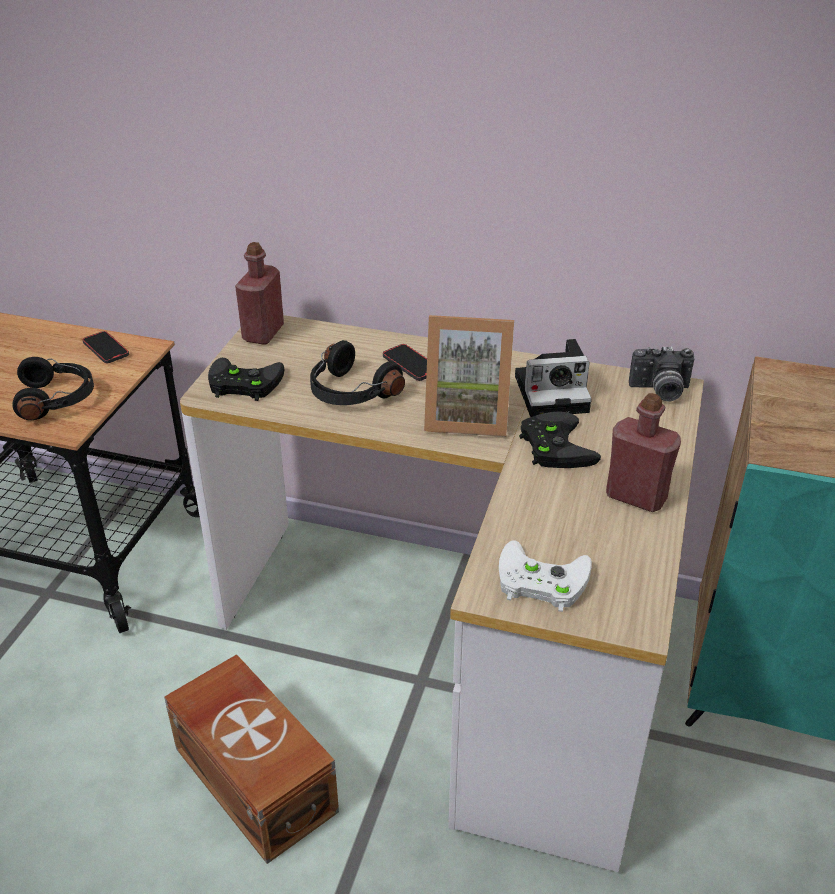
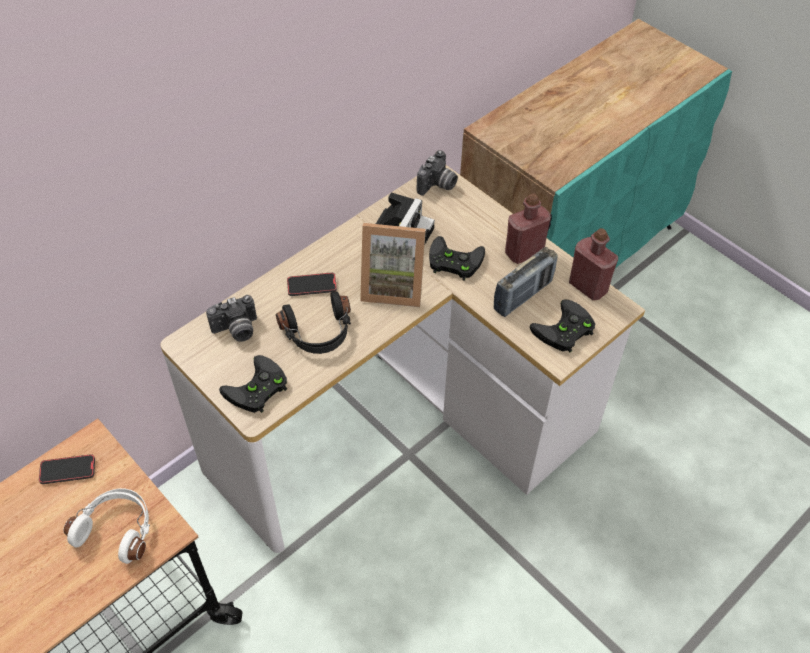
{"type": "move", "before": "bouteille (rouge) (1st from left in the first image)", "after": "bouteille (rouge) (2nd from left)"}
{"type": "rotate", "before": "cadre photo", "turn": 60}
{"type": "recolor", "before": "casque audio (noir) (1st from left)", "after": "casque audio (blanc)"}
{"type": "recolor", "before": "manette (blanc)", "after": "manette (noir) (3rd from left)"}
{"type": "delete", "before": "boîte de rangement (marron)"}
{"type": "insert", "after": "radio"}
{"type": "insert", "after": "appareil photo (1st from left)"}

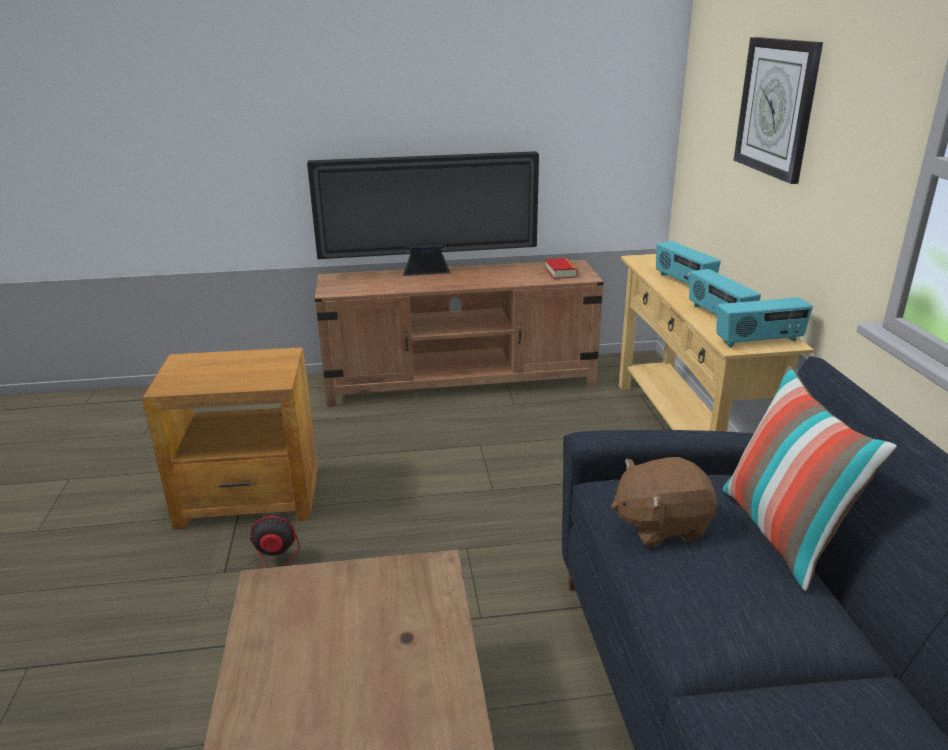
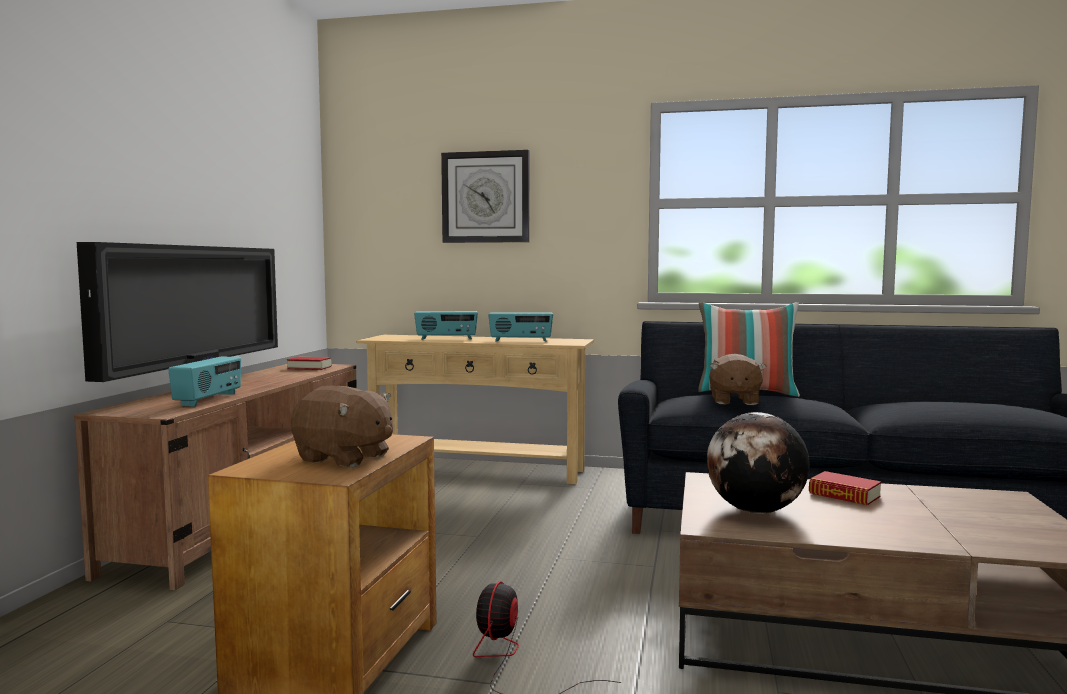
{"type": "move", "before": "radio (3rd from left in the first image)", "after": "radio (1st from left)"}
{"type": "insert", "after": "peluche (marron) (1st from left)"}
{"type": "insert", "after": "globe"}
{"type": "insert", "after": "livre (2nd from left)"}

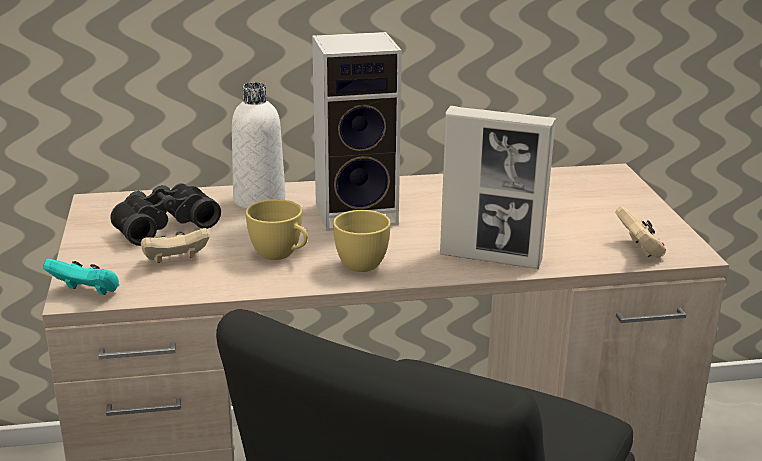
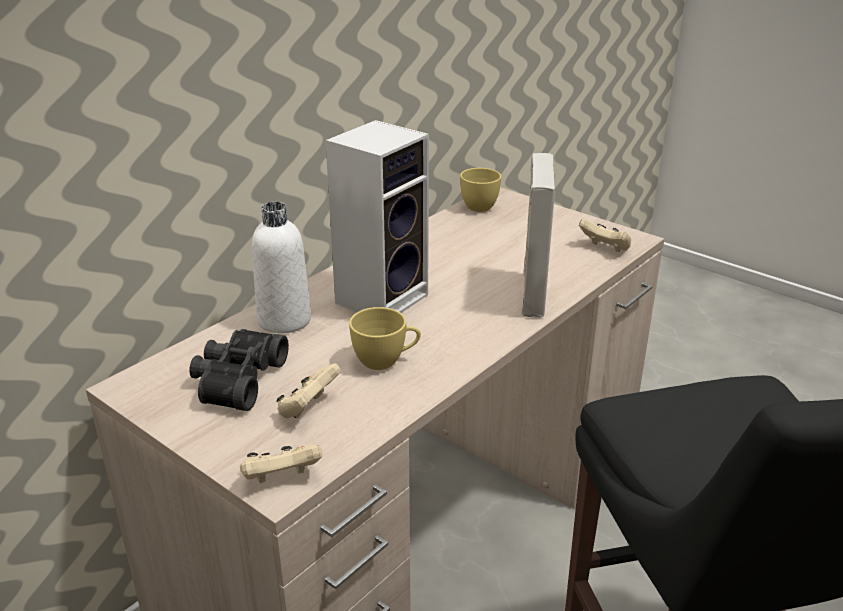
{"type": "rotate", "before": "cadre photo", "turn": -60}
{"type": "move", "before": "tasse (jaune) (2nd from left)"}
{"type": "recolor", "before": "manette (turquoise)", "after": "manette (beige) (1st from left)"}

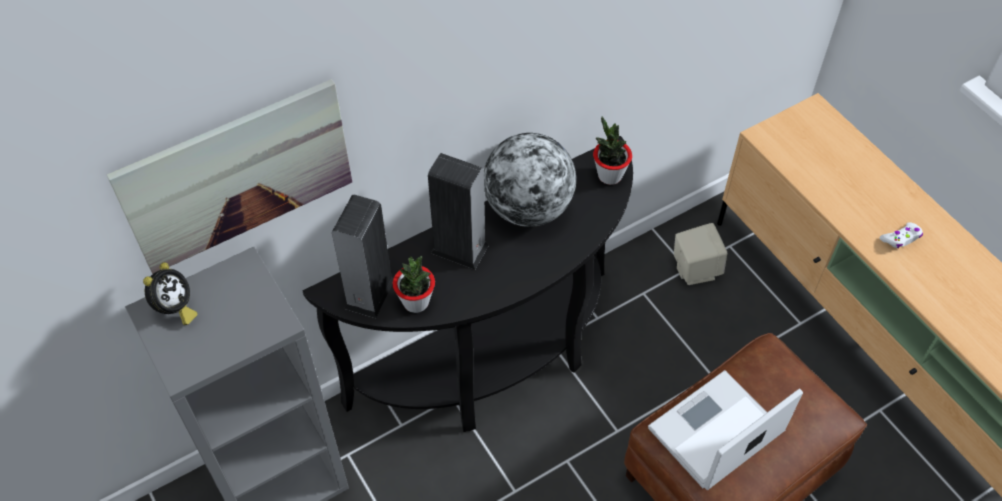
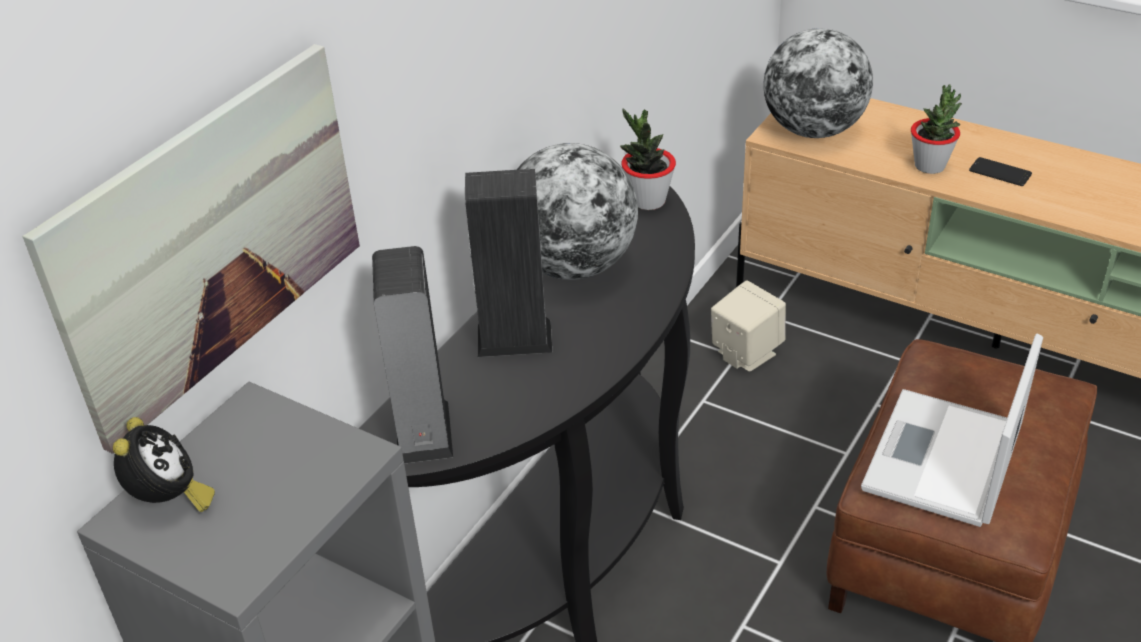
{"type": "replace", "before": "manette (blanc)", "after": "téléphone"}
{"type": "move", "before": "plante en pot (1st from left in the first image)", "after": "plante en pot (2nd from left)"}
{"type": "insert", "after": "globe (2nd from left)"}

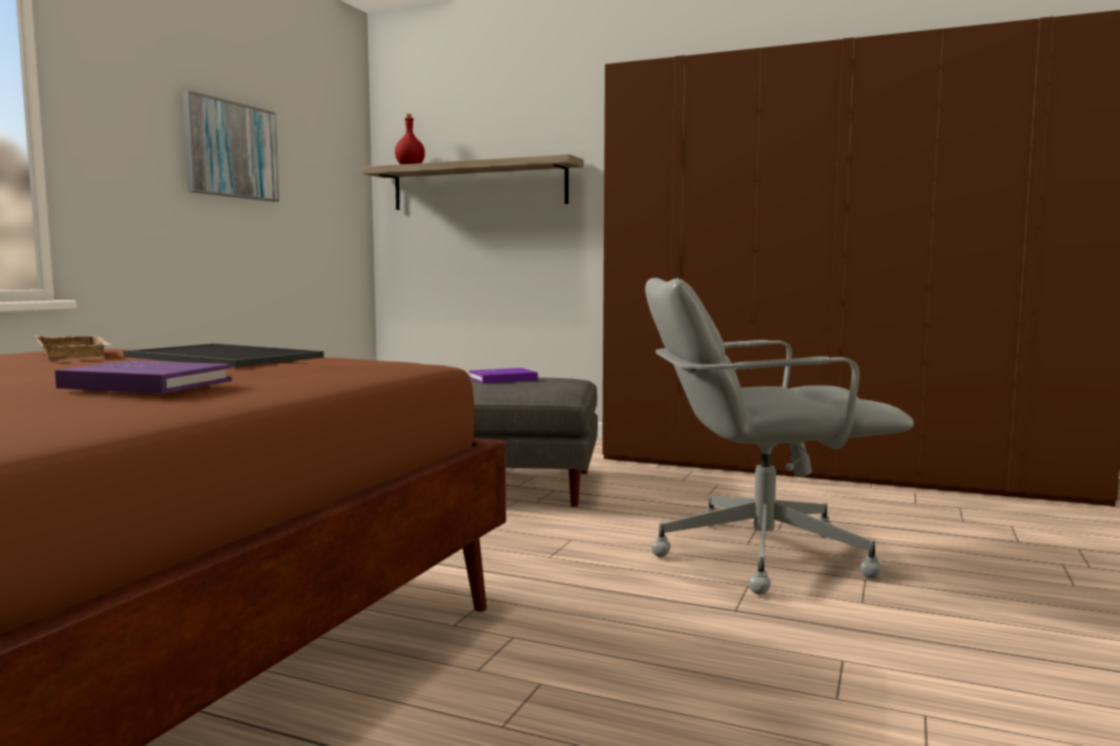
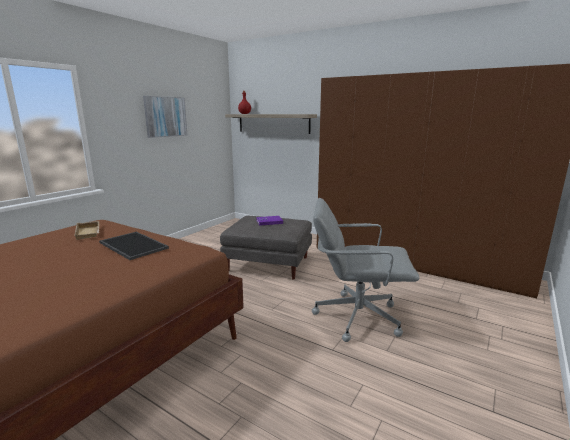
{"type": "delete", "before": "livre (violet) (1st from left)"}

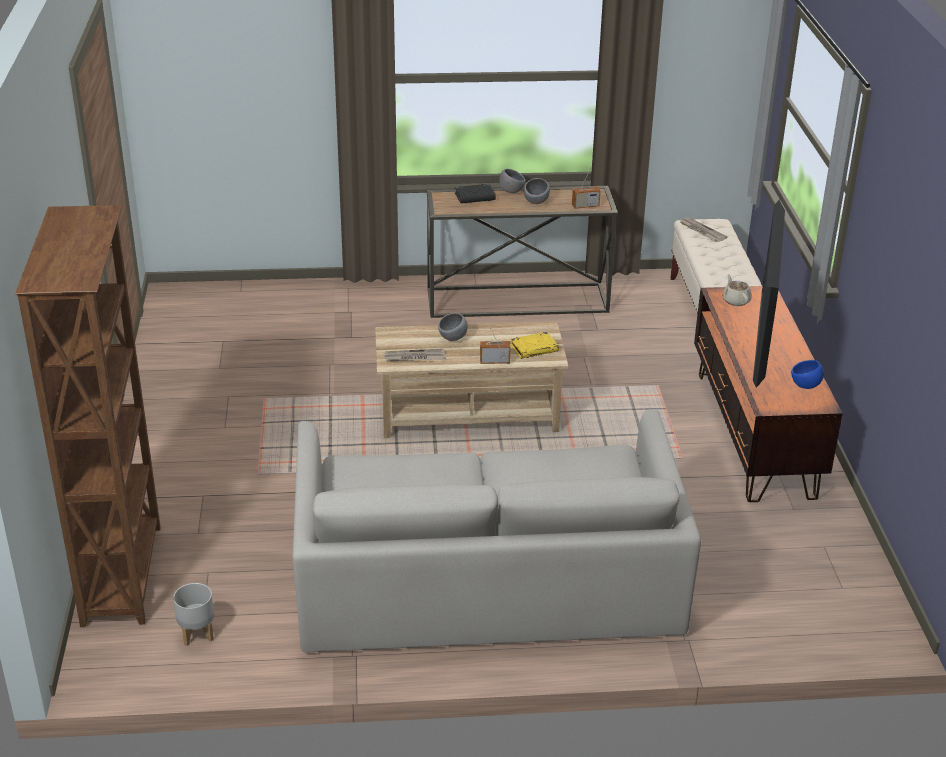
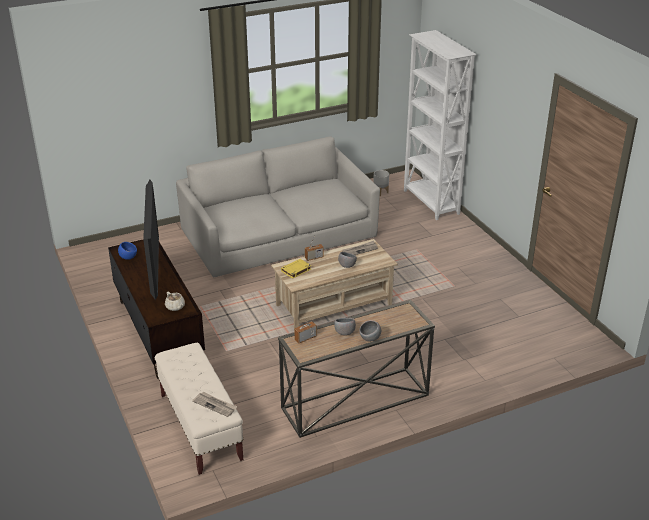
{"type": "delete", "before": "livre (noir)"}
{"type": "recolor", "before": "bibliothèque (marron)", "after": "bibliothèque (blanc)"}

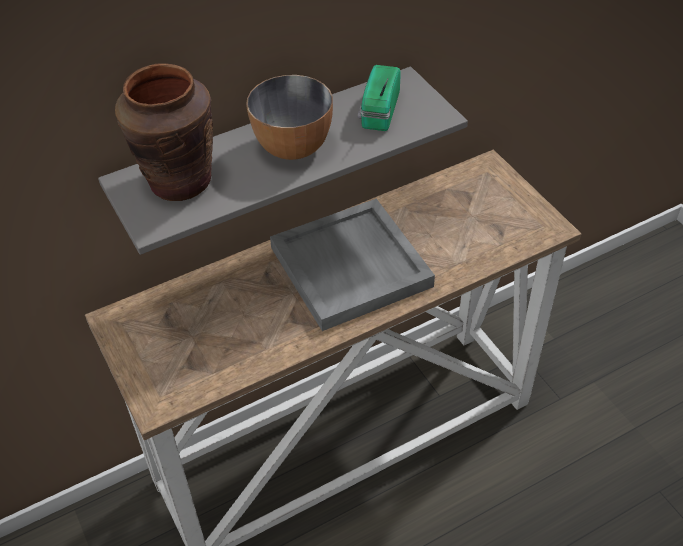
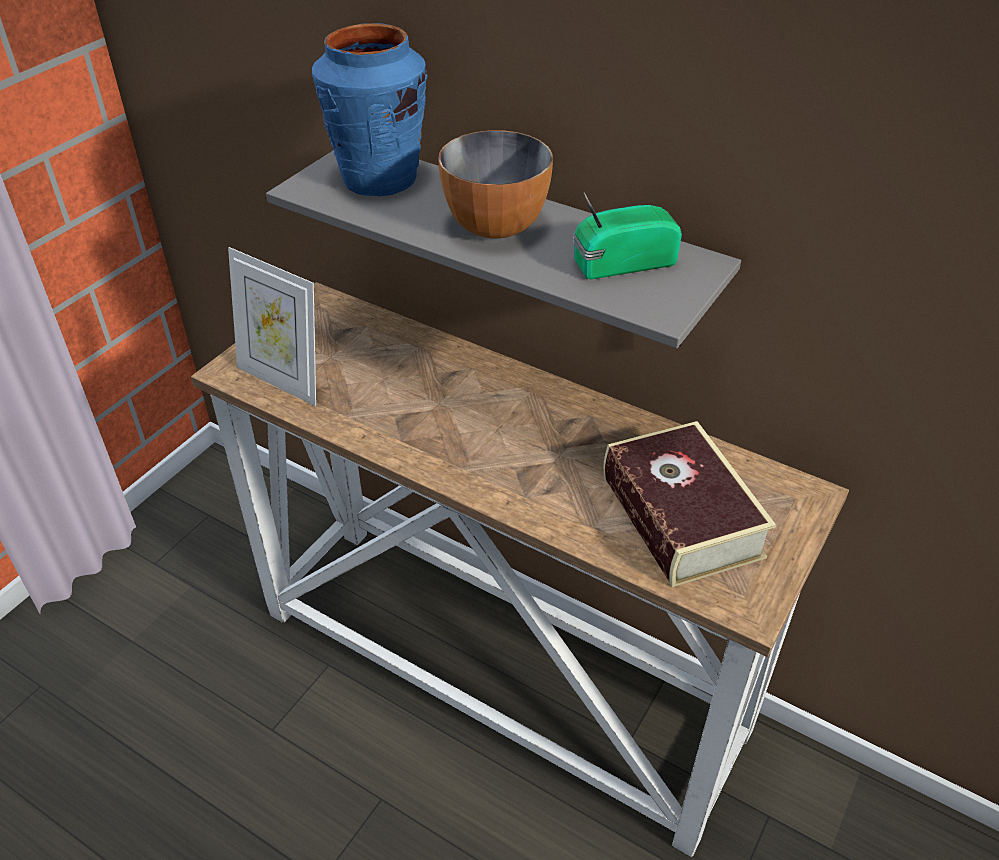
{"type": "recolor", "before": "vase (marron)", "after": "vase (bleu)"}
{"type": "delete", "before": "plateau (gris)"}
{"type": "insert", "after": "cadre photo"}
{"type": "insert", "after": "livre"}

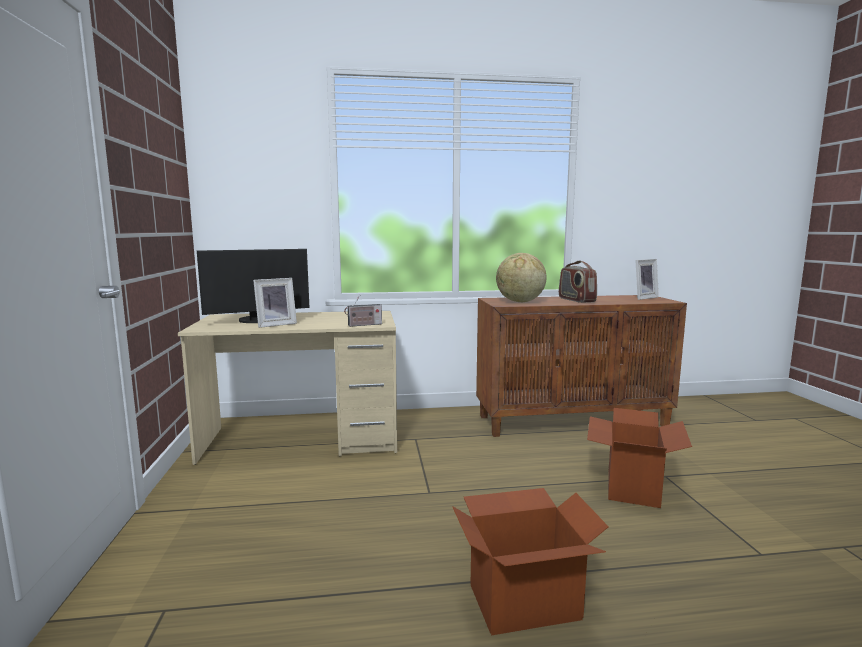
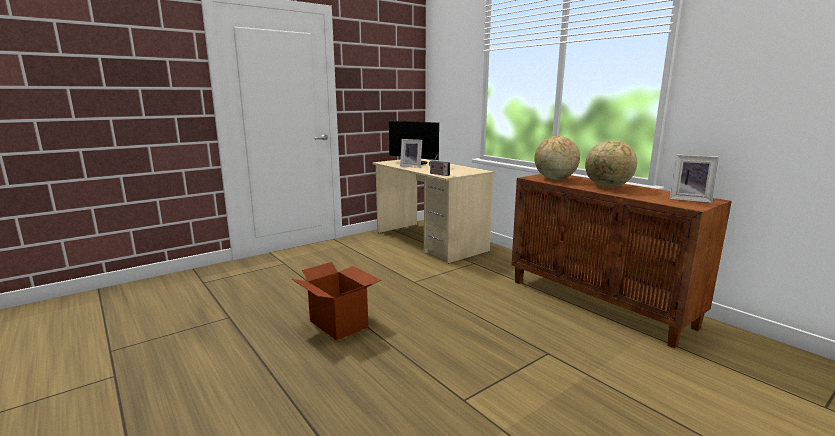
{"type": "replace", "before": "radio (2nd from left)", "after": "globe (2nd from left)"}
{"type": "delete", "before": "carton (2nd from left)"}

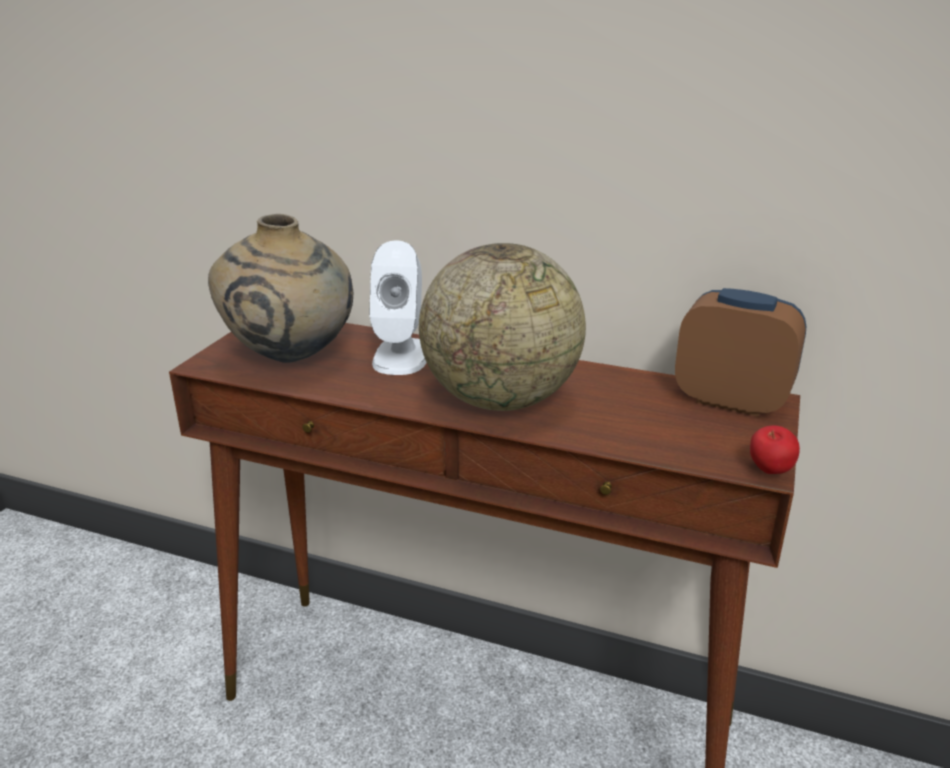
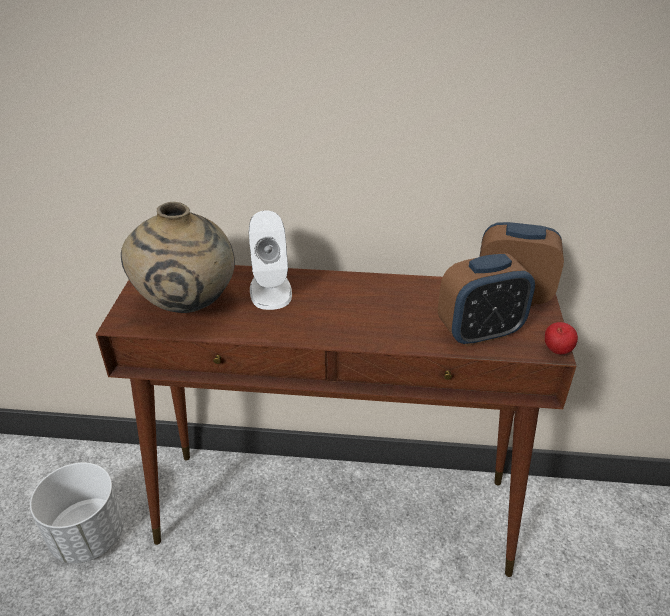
{"type": "delete", "before": "globe"}
{"type": "insert", "after": "réveil (1st from left)"}
{"type": "insert", "after": "cache-pot (blanc)"}

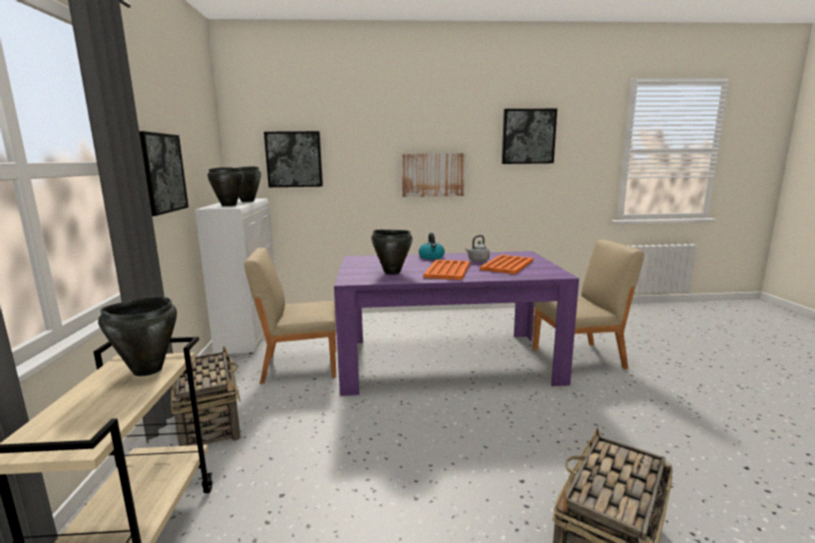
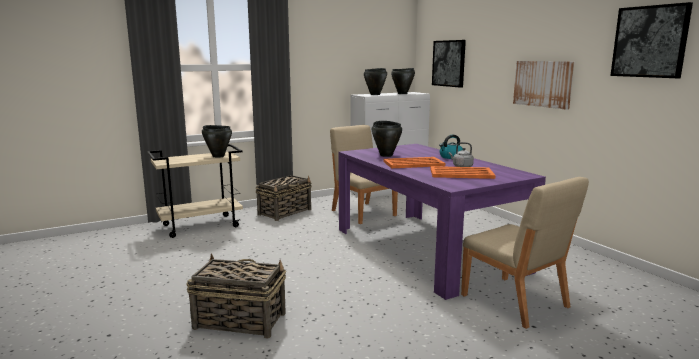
{"type": "delete", "before": "tableau (1st from left)"}

